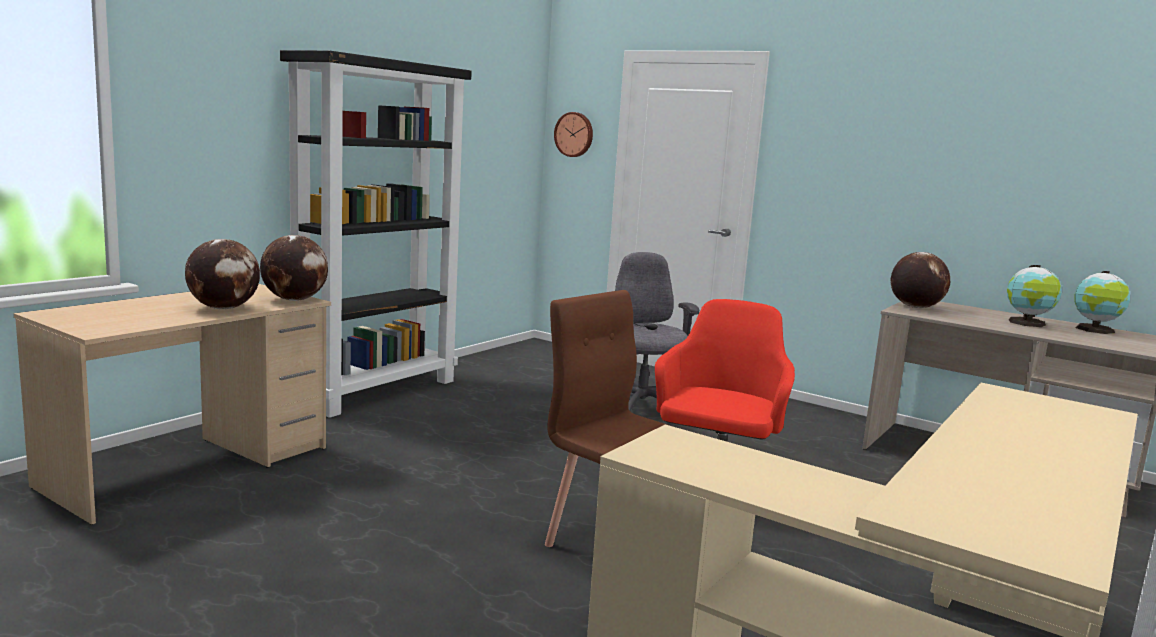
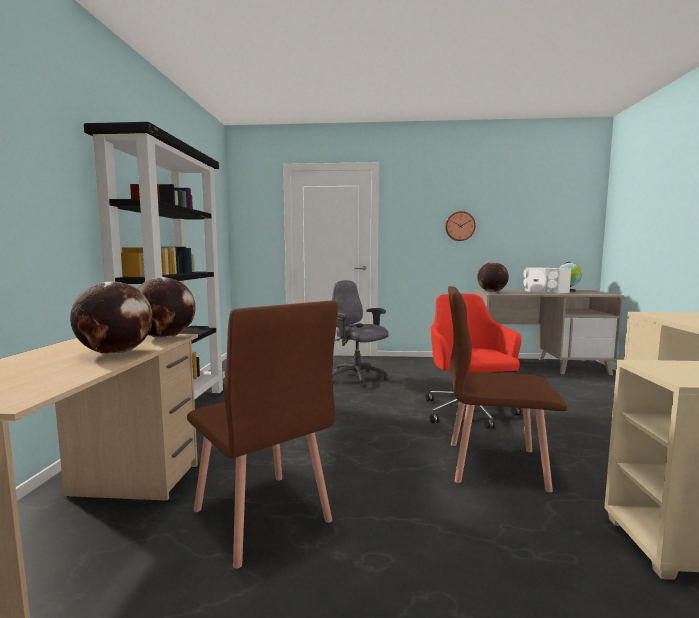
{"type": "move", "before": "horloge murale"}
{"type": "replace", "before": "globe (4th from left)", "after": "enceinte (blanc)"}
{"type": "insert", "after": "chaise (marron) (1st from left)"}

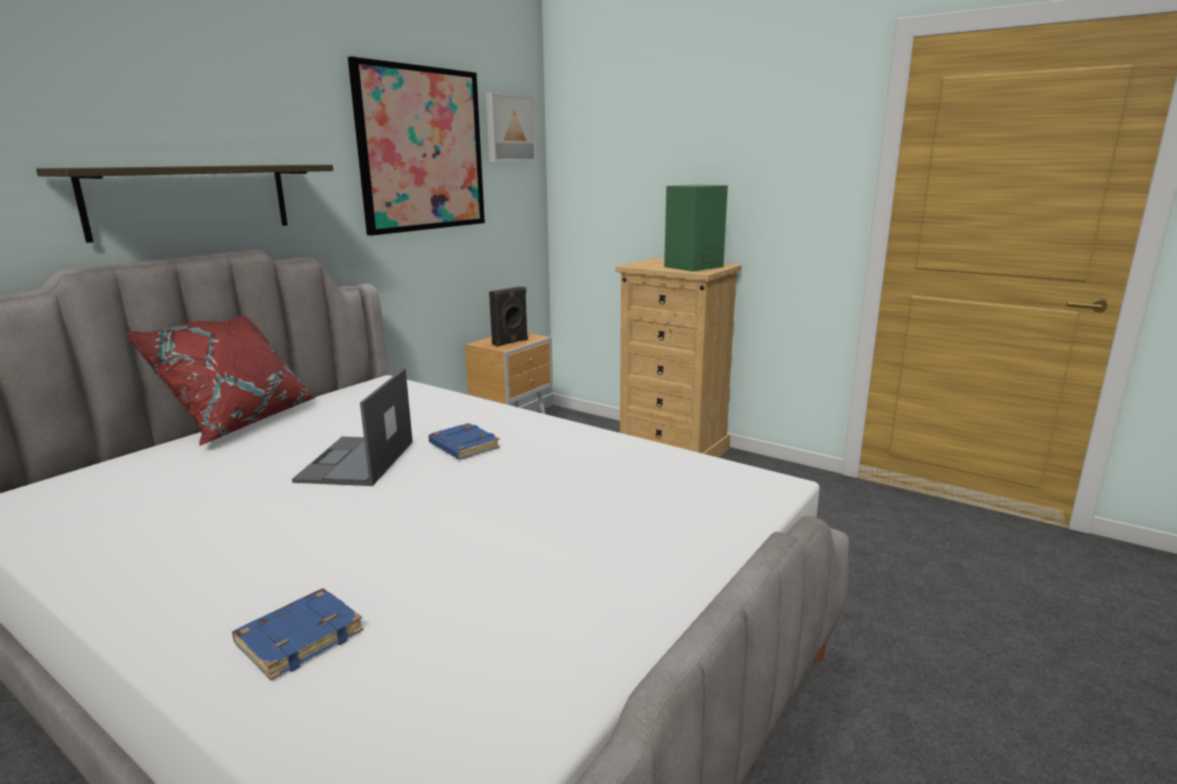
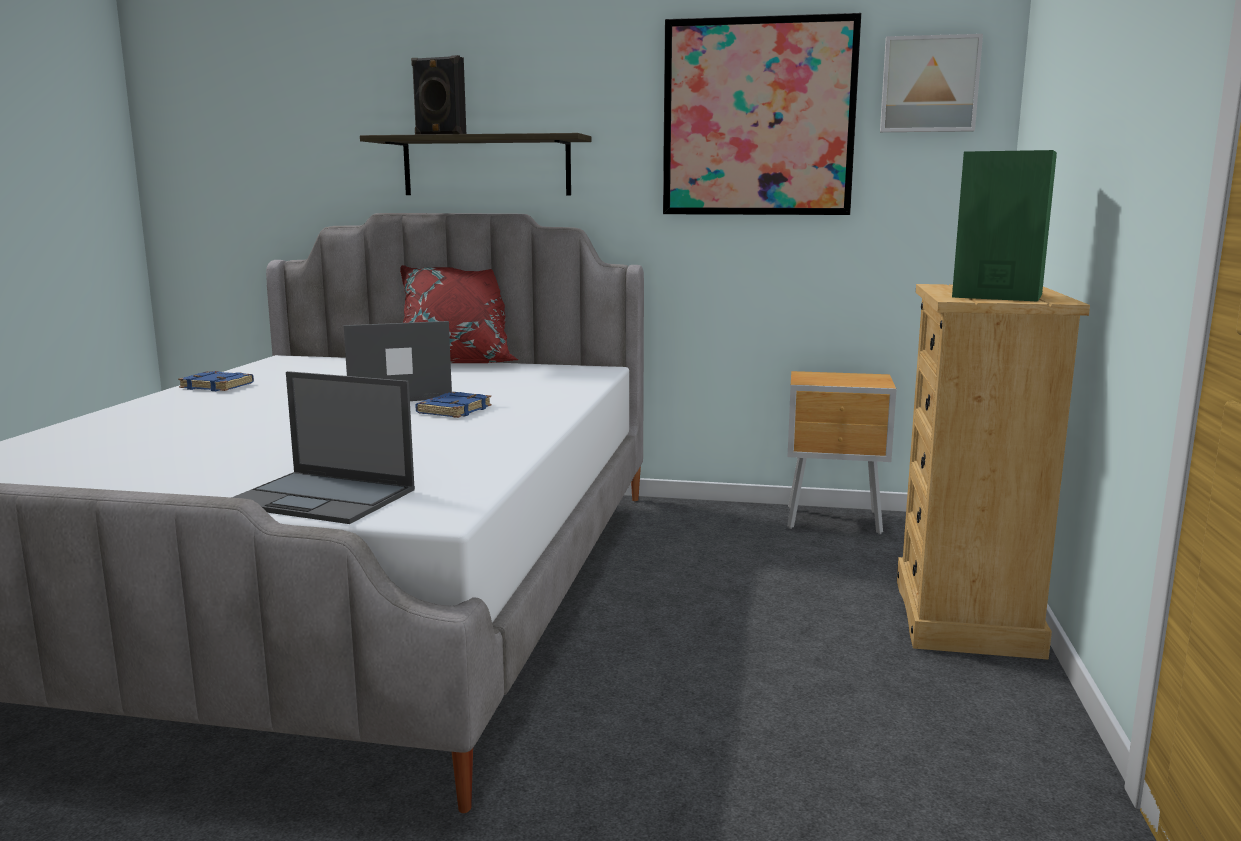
{"type": "move", "before": "enceinte (noir)"}
{"type": "move", "before": "livre (bleu) (1st from left)"}
{"type": "insert", "after": "ordinateur portable (1st from left)"}

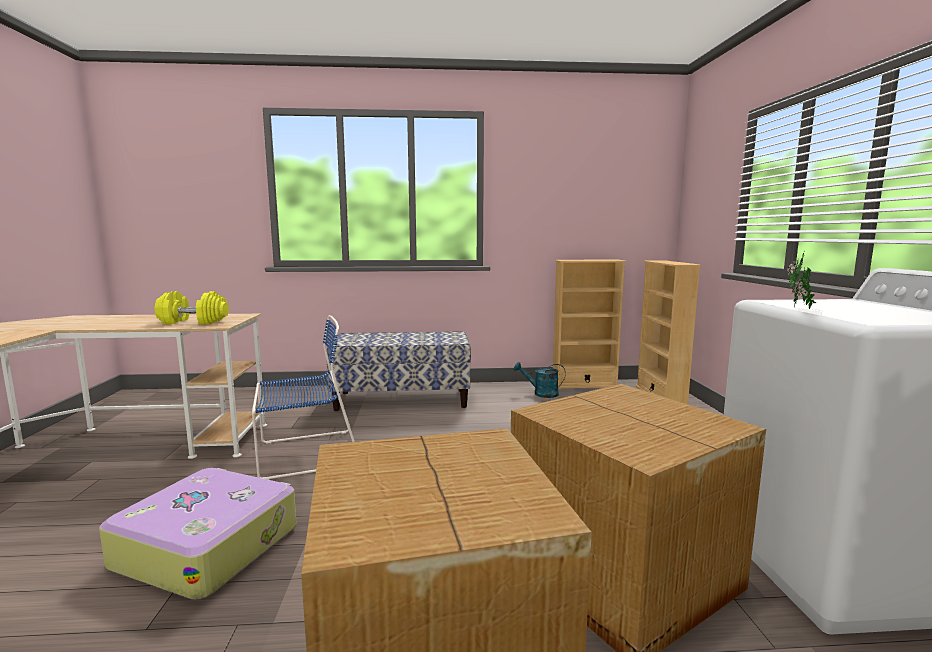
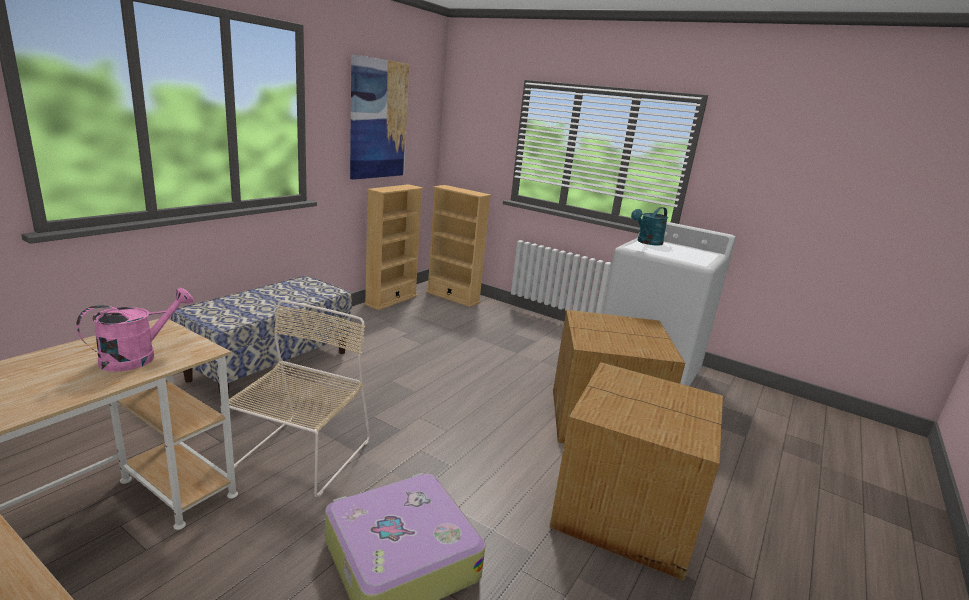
{"type": "delete", "before": "plante en pot"}
{"type": "replace", "before": "haltère (jaune)", "after": "arrosoir (rose)"}
{"type": "recolor", "before": "chaise (bleu)", "after": "chaise (beige)"}
{"type": "move", "before": "arrosoir (turquoise)"}
{"type": "insert", "after": "tableau"}

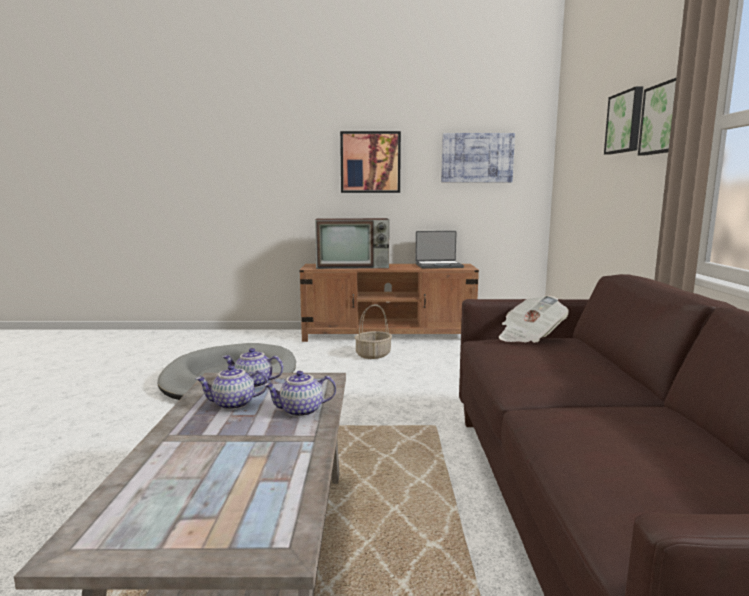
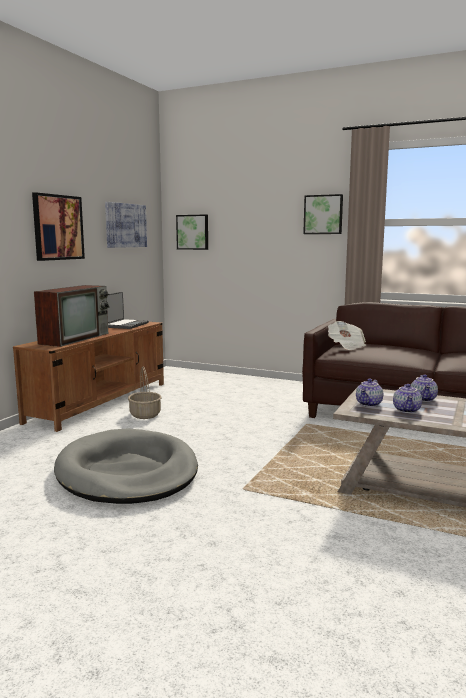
{"type": "move", "before": "tableau (3rd from left)"}

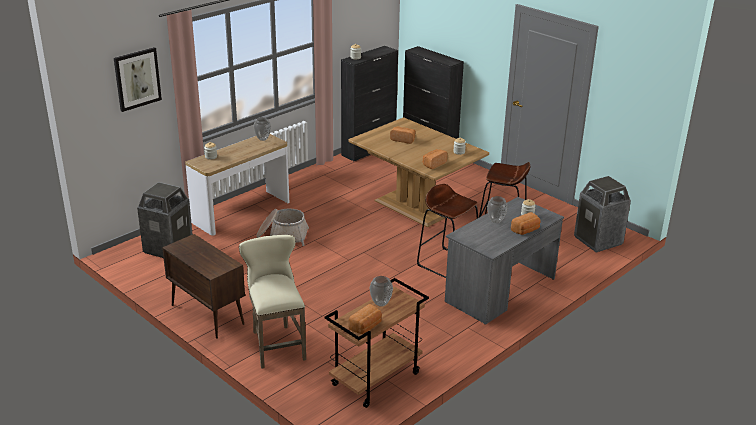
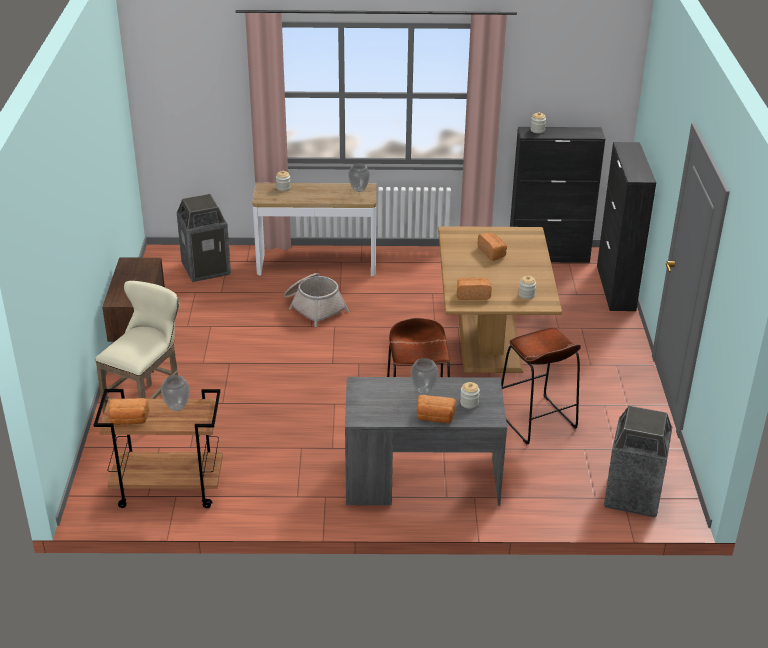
{"type": "delete", "before": "tableau"}

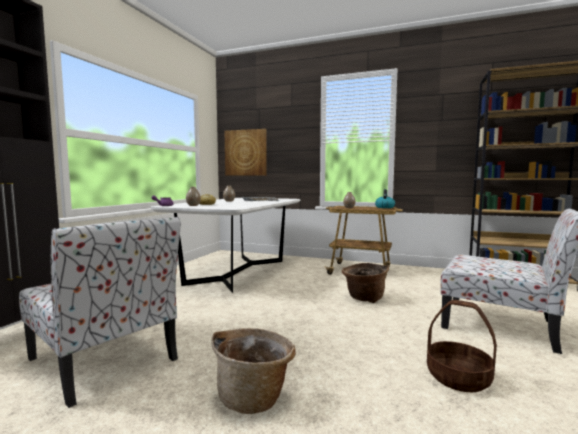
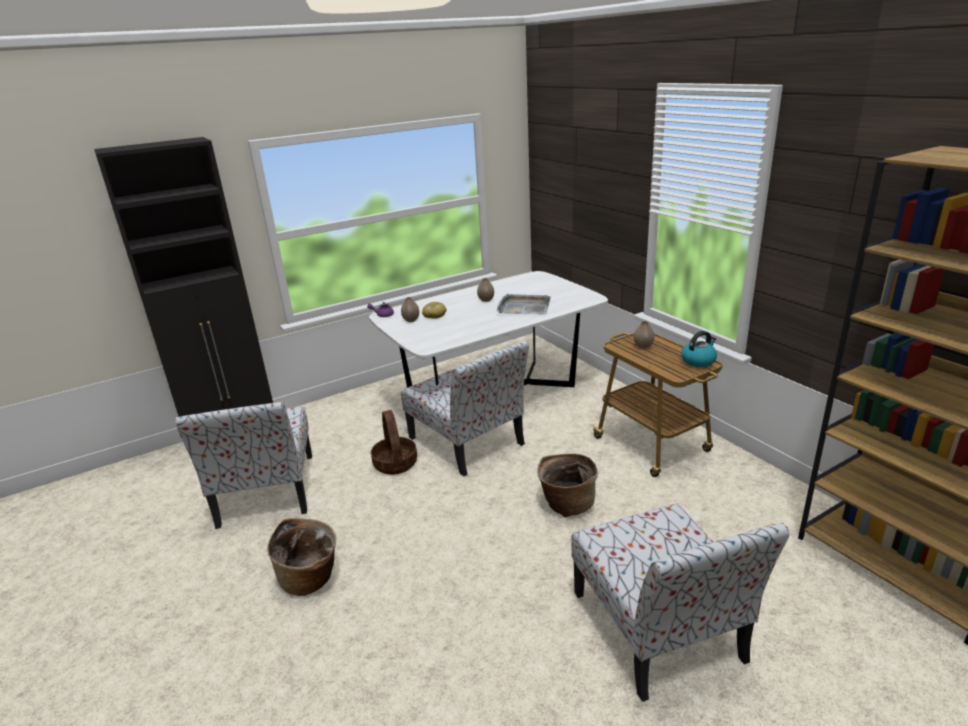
{"type": "delete", "before": "tableau"}
{"type": "move", "before": "panier (3rd from left in the first image)", "after": "panier (2nd from left)"}
{"type": "insert", "after": "chaise (2nd from left)"}

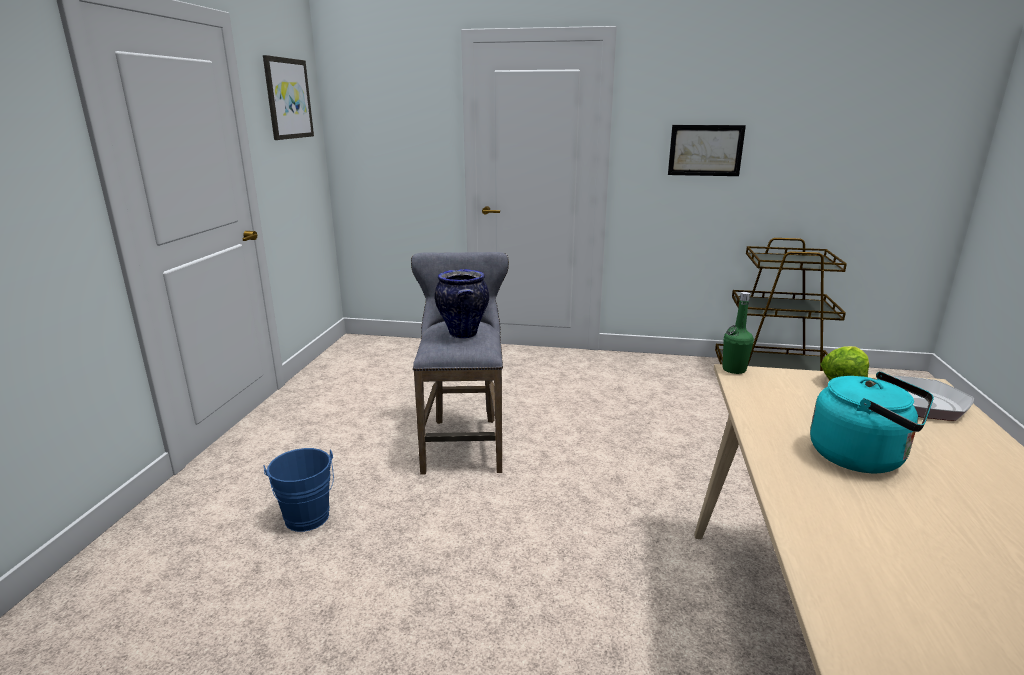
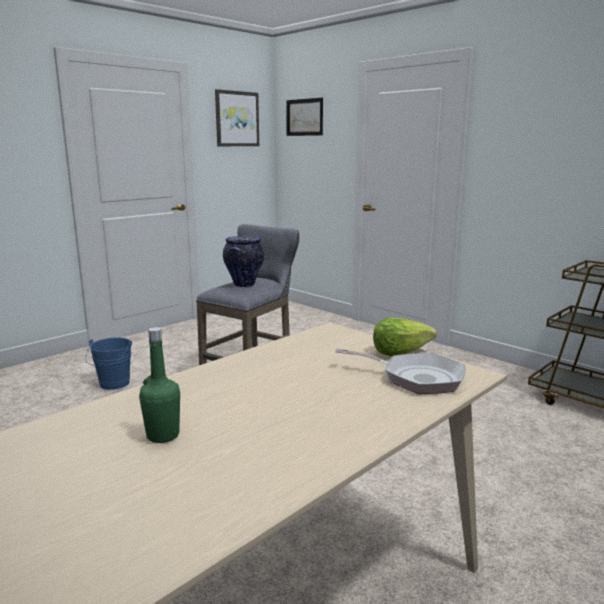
{"type": "move", "before": "tableau (2nd from left)"}
{"type": "move", "before": "bouteille (vert)"}
{"type": "delete", "before": "bouilloire (turquoise)"}

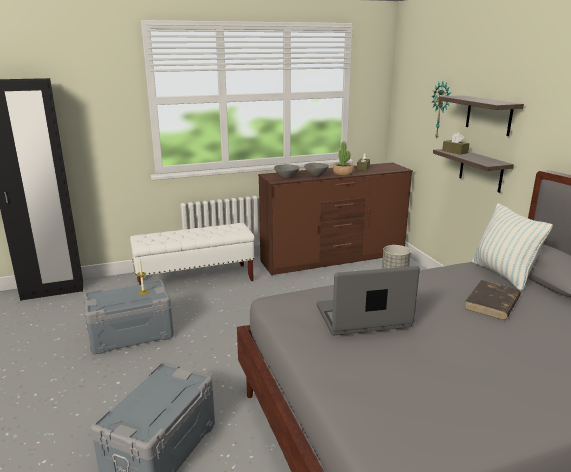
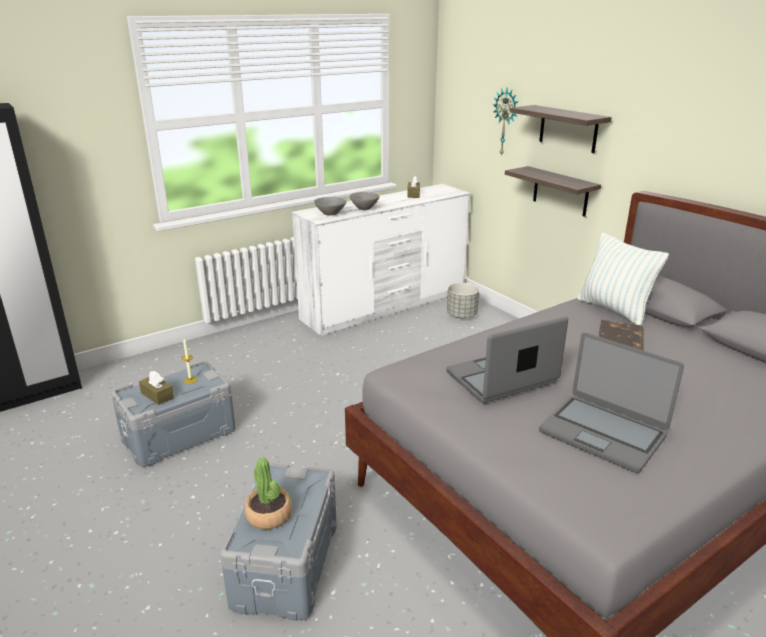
{"type": "move", "before": "boîte à mouchoirs (marron) (2nd from left in the first image)", "after": "boîte à mouchoirs (marron) (1st from left)"}
{"type": "move", "before": "plante en pot"}
{"type": "recolor", "before": "commode (marron)", "after": "commode (blanc)"}
{"type": "delete", "before": "banc (blanc)"}
{"type": "insert", "after": "ordinateur portable (2nd from left)"}

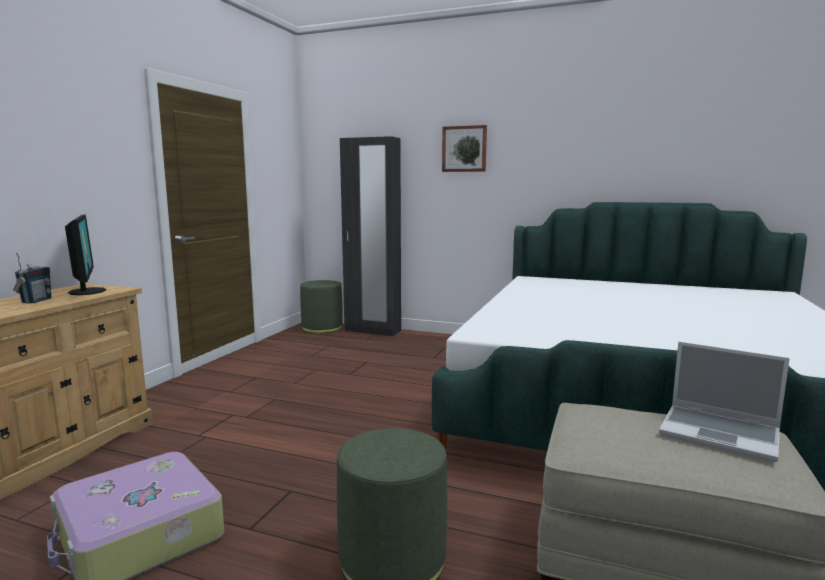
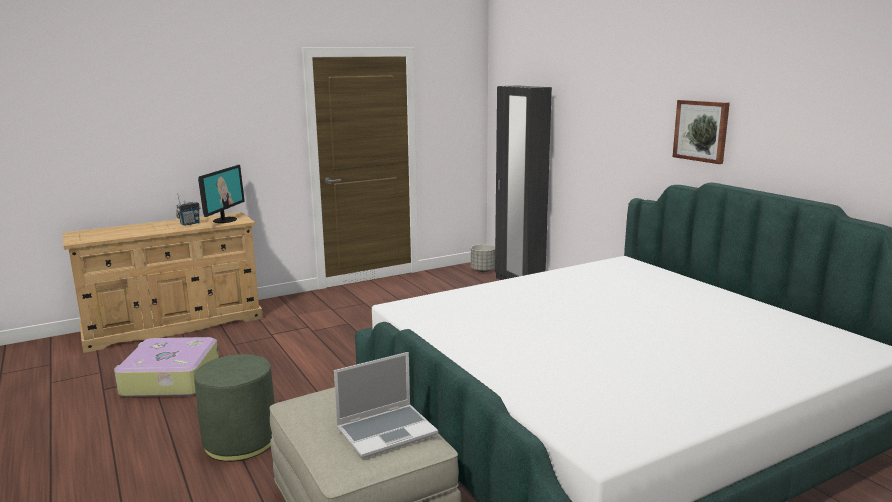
{"type": "move", "before": "tableau"}
{"type": "replace", "before": "pouf (vert) (1st from left)", "after": "cache-pot (gris)"}
{"type": "rotate", "before": "ordinateur portable", "turn": -105}

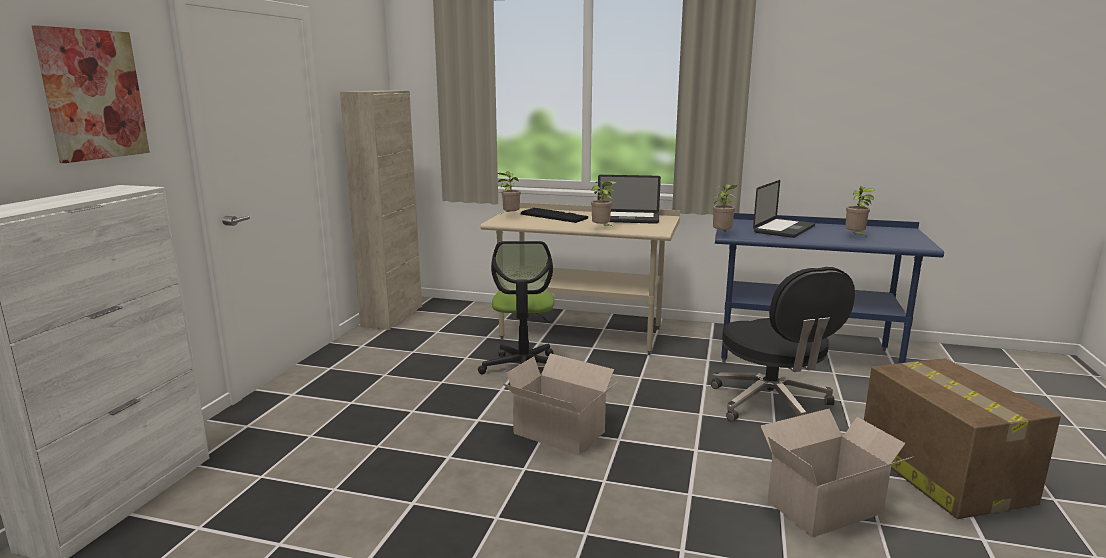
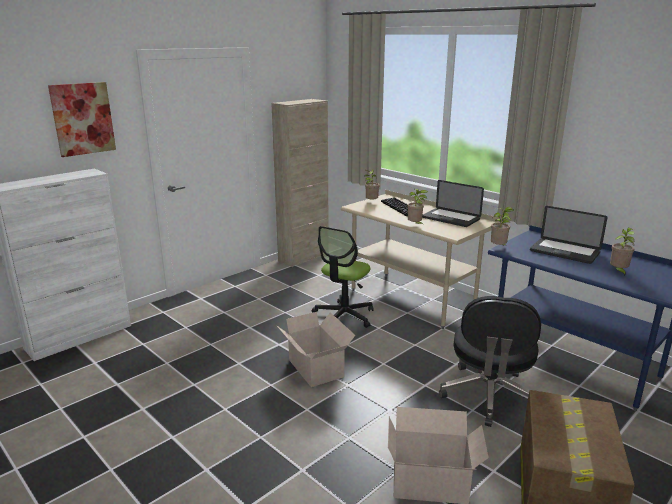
{"type": "rotate", "before": "ordinateur portable (2nd from left)", "turn": 60}

